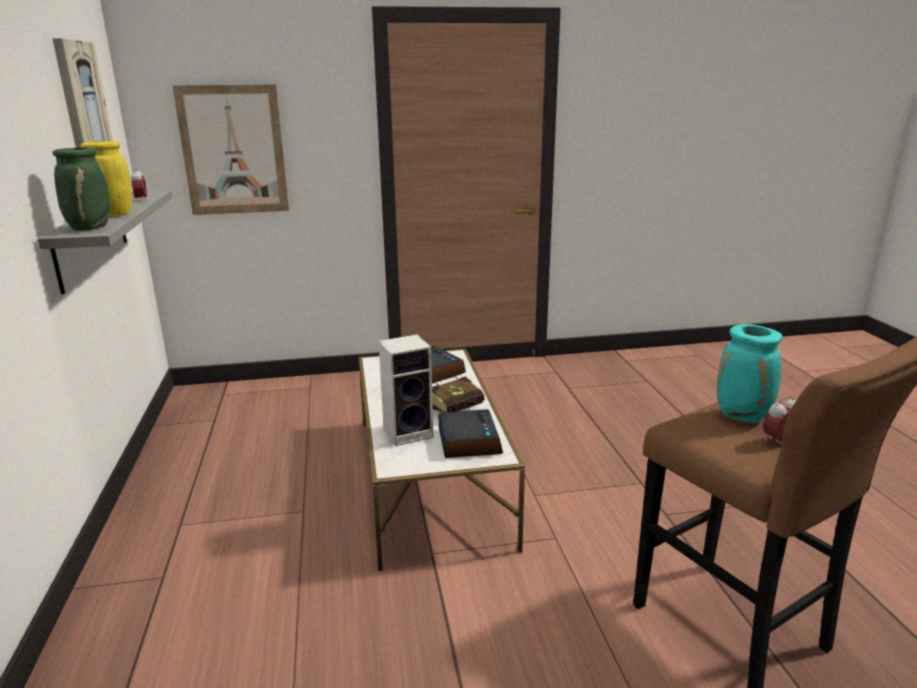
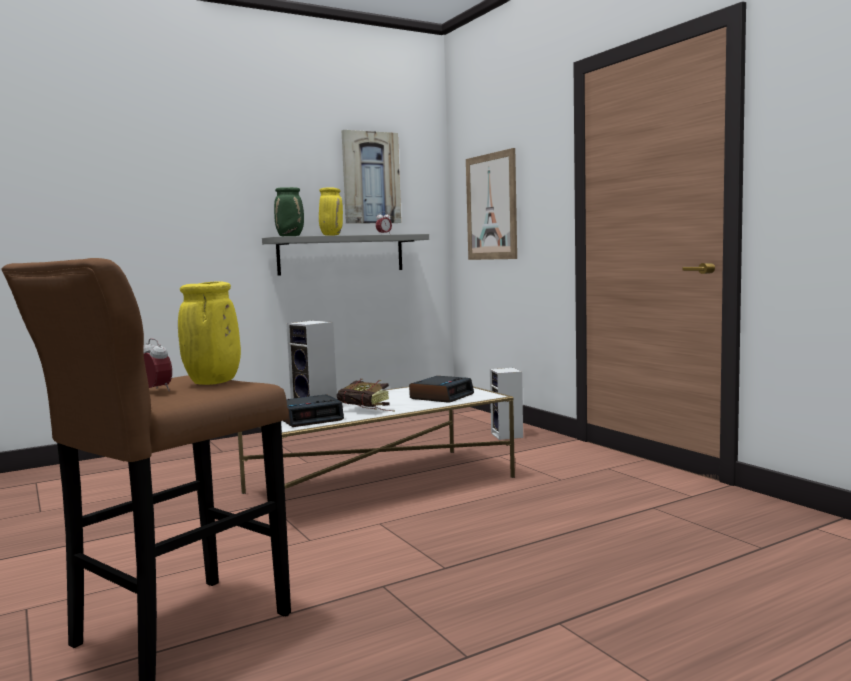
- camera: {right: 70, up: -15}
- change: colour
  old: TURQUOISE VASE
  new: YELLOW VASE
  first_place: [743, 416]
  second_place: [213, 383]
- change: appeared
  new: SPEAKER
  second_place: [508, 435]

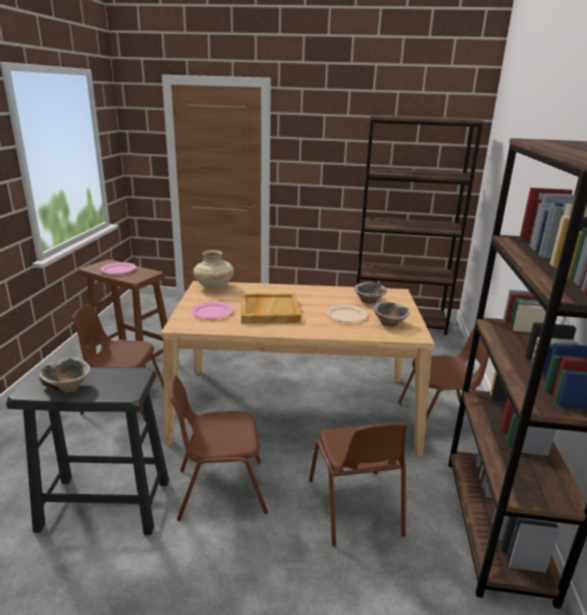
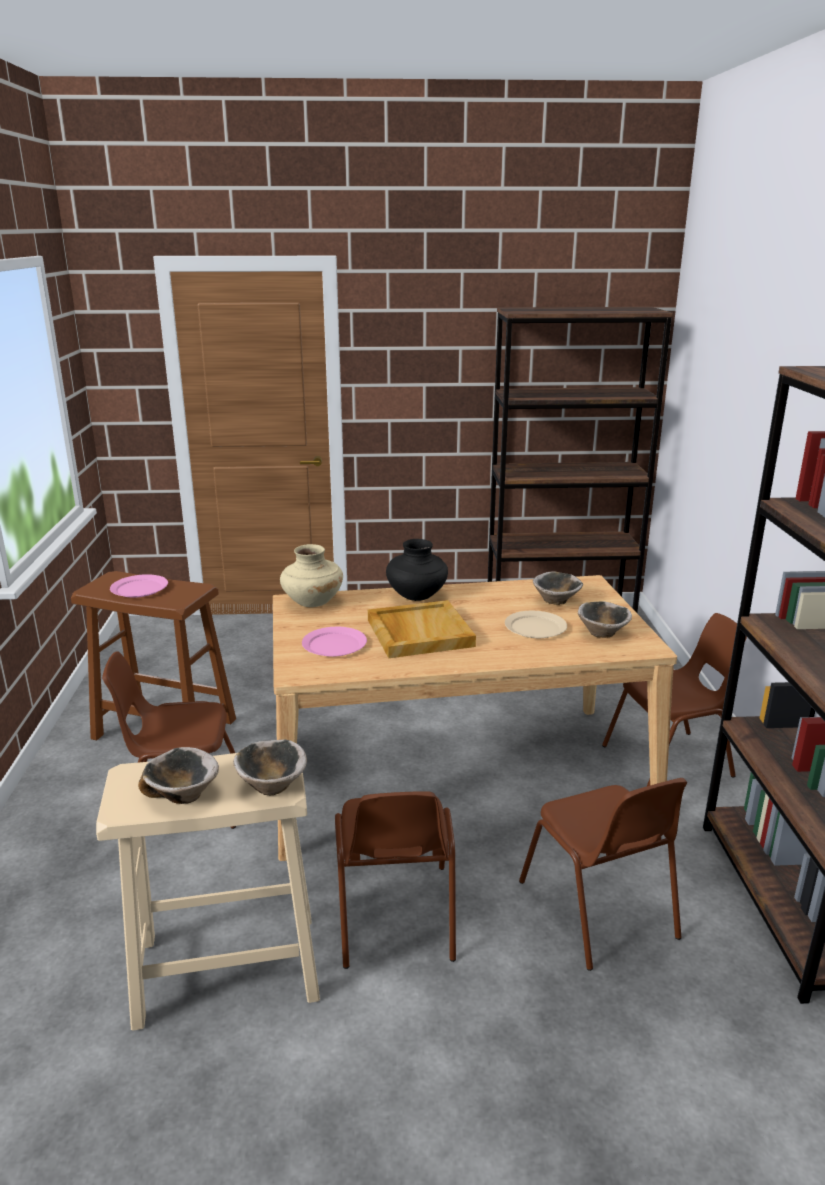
- camera: {right: -10, up: 0}
- change: colour
  old: BLACK STOOL
  new: BEIGE STOOL
  first_place: [106, 504]
  second_place: [229, 968]
- change: spun
  old: BROWN CHAIR
  first_place: [220, 489]
  second_place: [394, 916]
  degrees: -75
- change: appeared
  new: BLACK VASE
  second_place: [417, 596]
- change: appeared
  new: BOWL
  second_place: [272, 785]

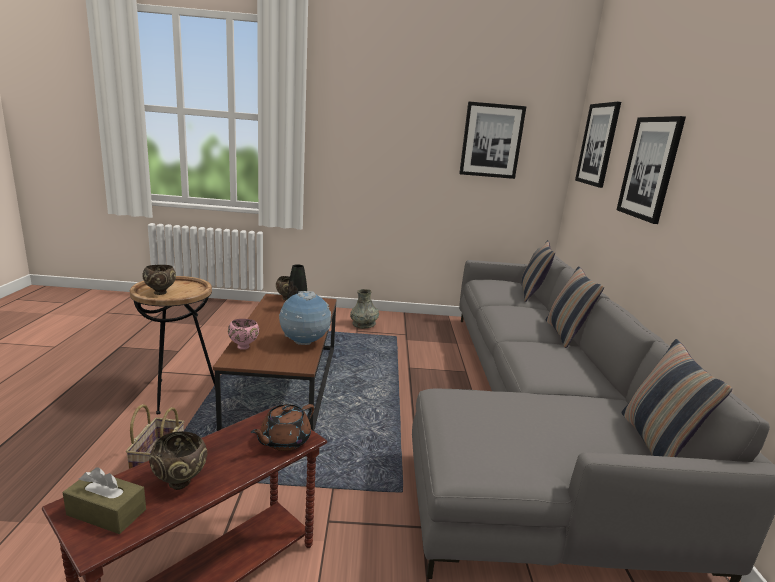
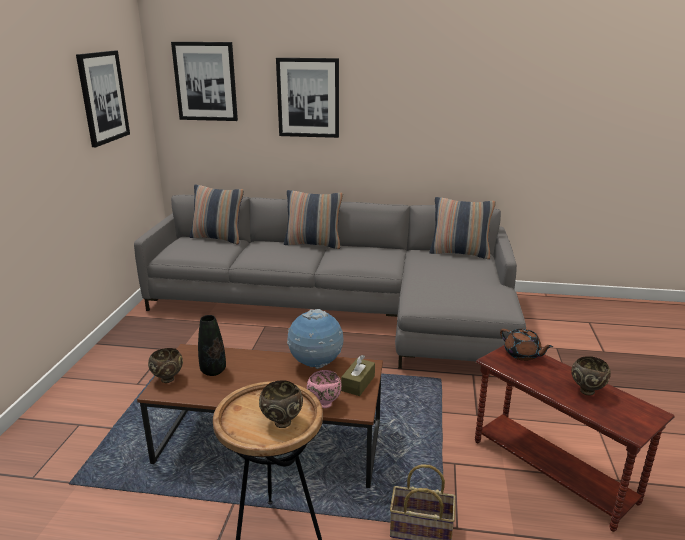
- camera: {right: -80, up: 5}
- change: missing
  old: GREY VASE
  first_place: [364, 324]
- change: relocated
  old: BROWN TISSUE BOX
  first_place: [106, 512]
  second_place: [358, 383]

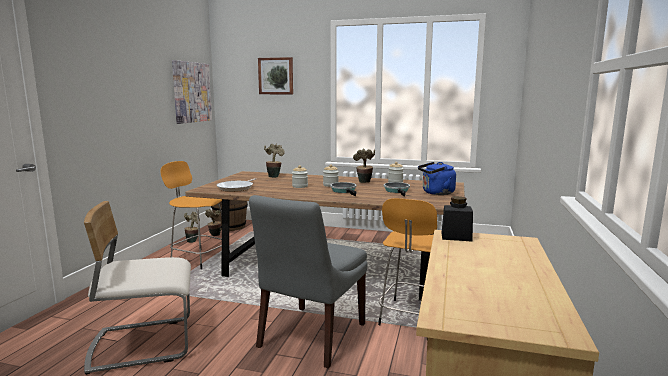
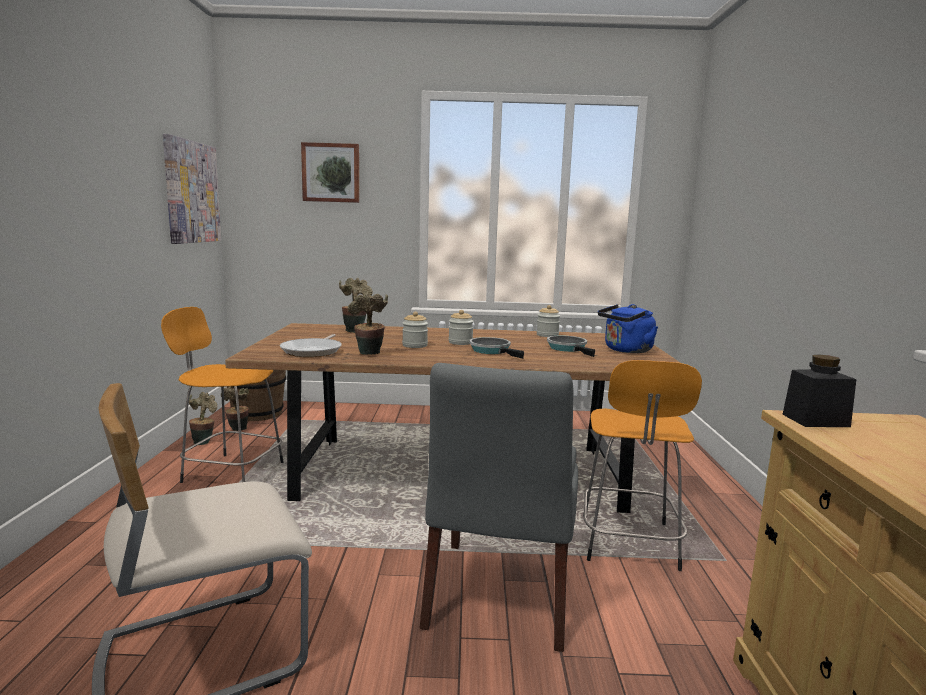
- camera: {right: -15, up: 0}
- change: relocated
  old: POTTED PLANT
  first_place: [364, 183]
  second_place: [369, 354]

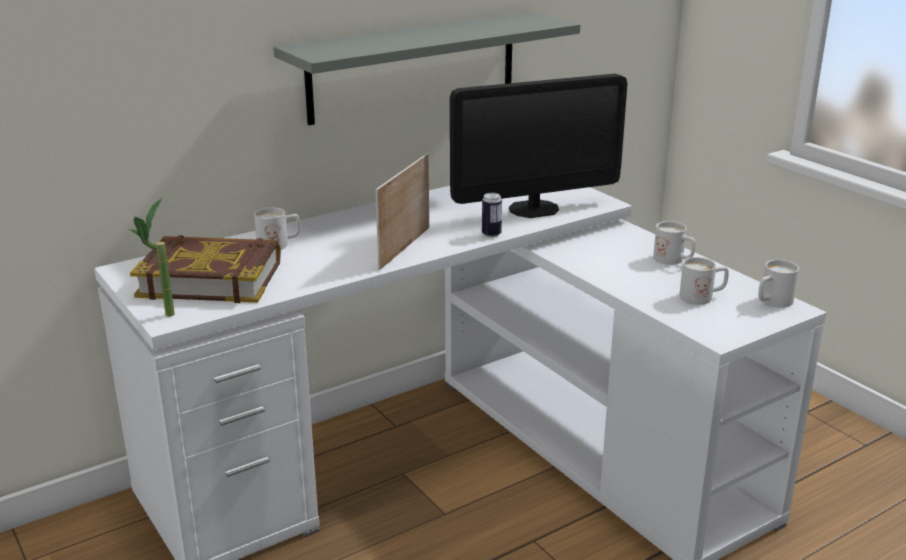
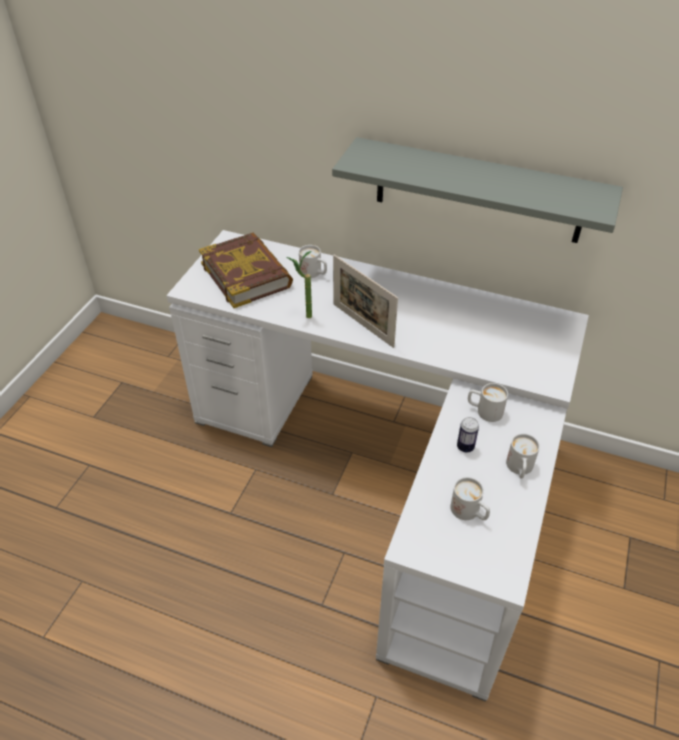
- camera: {right: 55, up: 20}
- change: missing
  old: MONITOR
  first_place: [533, 209]
- change: spun
  old: PICTURE FRAME
  first_place: [405, 248]
  second_place: [363, 325]
  degrees: -120
- change: relocated
  old: CAN
  first_place: [491, 234]
  second_place: [465, 447]
- change: relocated
  old: POTTED PLANT
  first_place: [162, 318]
  second_place: [302, 316]
- change: relocated
  old: WHITE MUG
  first_place: [771, 302]
  second_place: [484, 411]

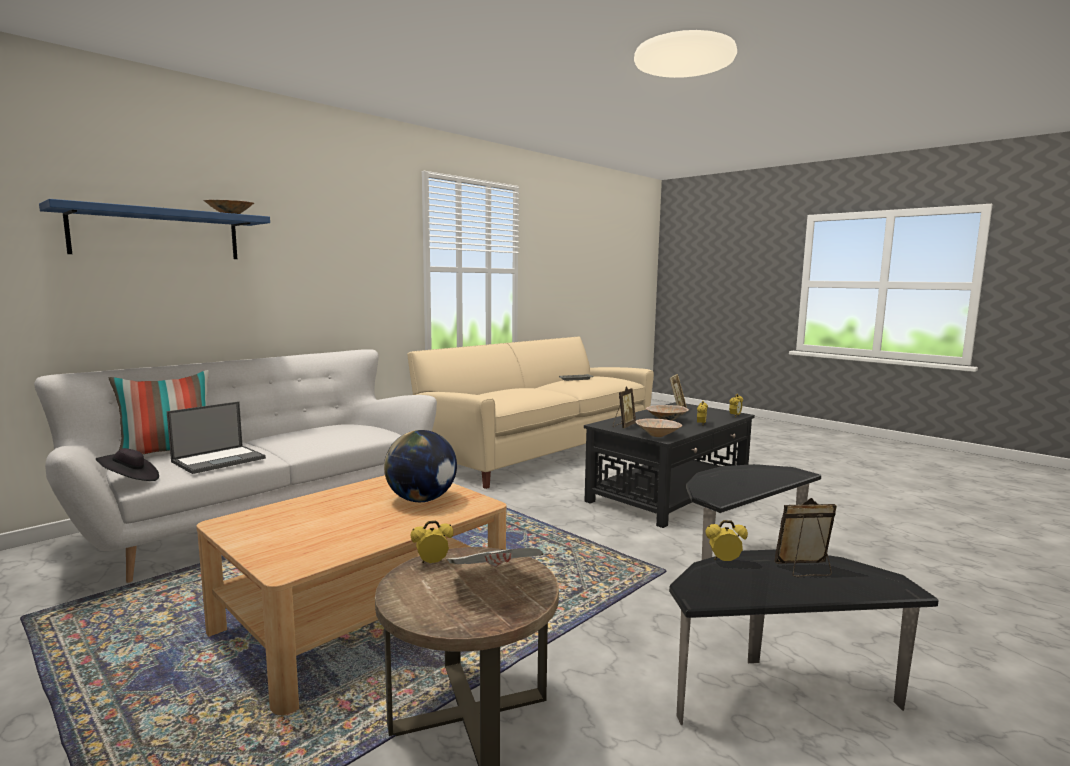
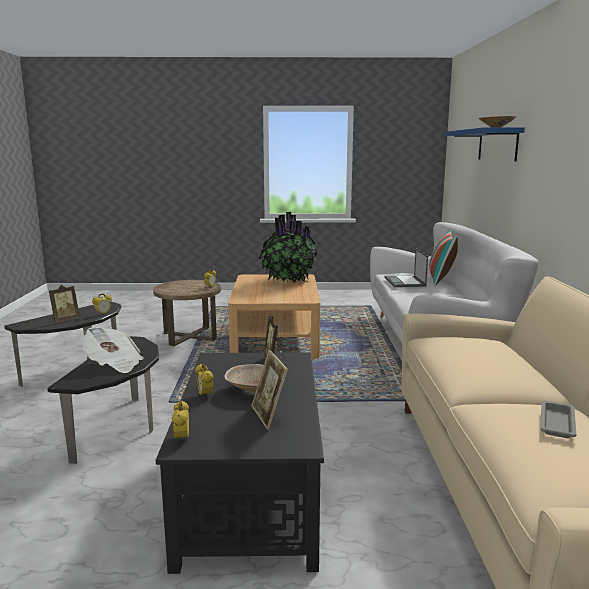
- camera: {right: 135, up: 5}
- change: missing
  old: BEIGE BOWL
  first_place: [658, 435]
- change: missing
  old: GLOBE
  first_place: [421, 500]
- change: missing
  old: BLACK HAT
  first_place: [130, 480]
- change: relocated
  old: NEWSPAPER
  first_place: [495, 582]
  second_place: [113, 364]
- change: appeared
  new: POTTED PLANT
  second_place: [287, 281]

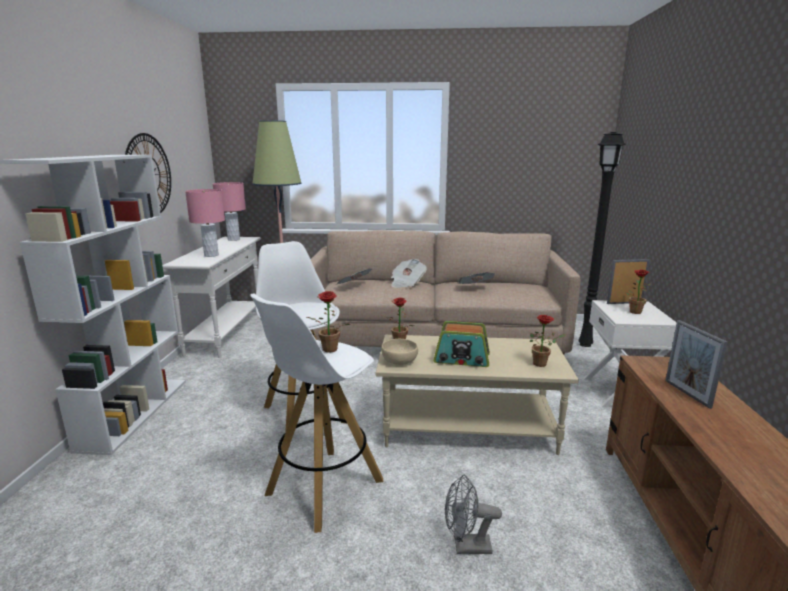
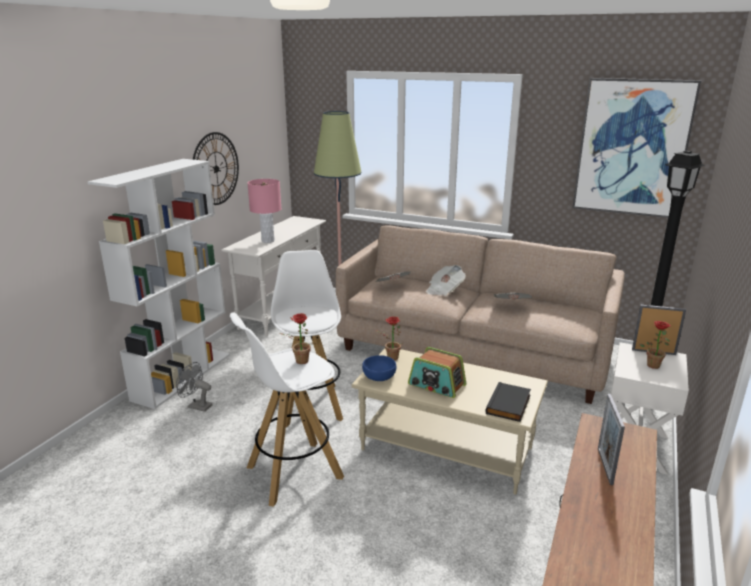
- camera: {right: 20, up: 5}
- change: missing
  old: PINK TABLE LAMP
  first_place: [234, 239]
- change: exchanged
  old: POTTED PLANT
  new: BLACK BOOK
  first_place: [542, 364]
  second_place: [509, 405]
- change: colour
  old: BEIGE BOWL
  new: BLUE BOWL
  first_place: [399, 361]
  second_place: [378, 376]
- change: relocated
  old: GREY FAN
  first_place: [466, 547]
  second_place: [196, 406]
- change: appeared
  new: PICTURE
  second_place: [632, 147]

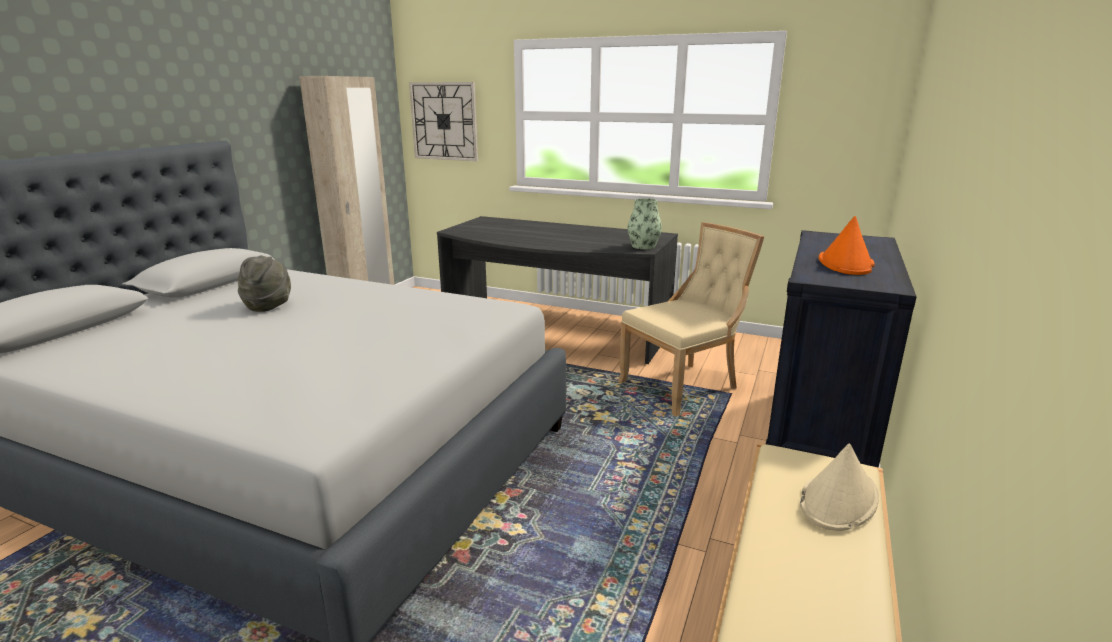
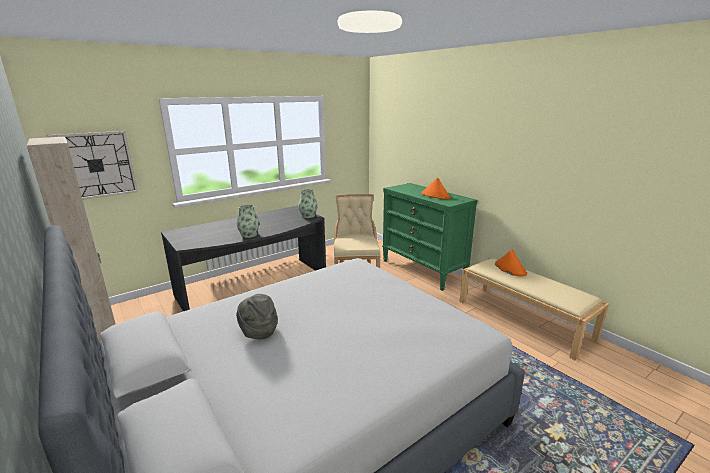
- camera: {right: -60, up: 0}
- change: colour
  old: BLACK DRESSER
  new: GREEN DRESSER
  first_place: [816, 443]
  second_place: [423, 270]
- change: colour
  old: BEIGE HAT
  new: ORANGE HAT
  first_place: [838, 499]
  second_place: [510, 269]
- change: appeared
  new: VASE
  second_place: [249, 235]

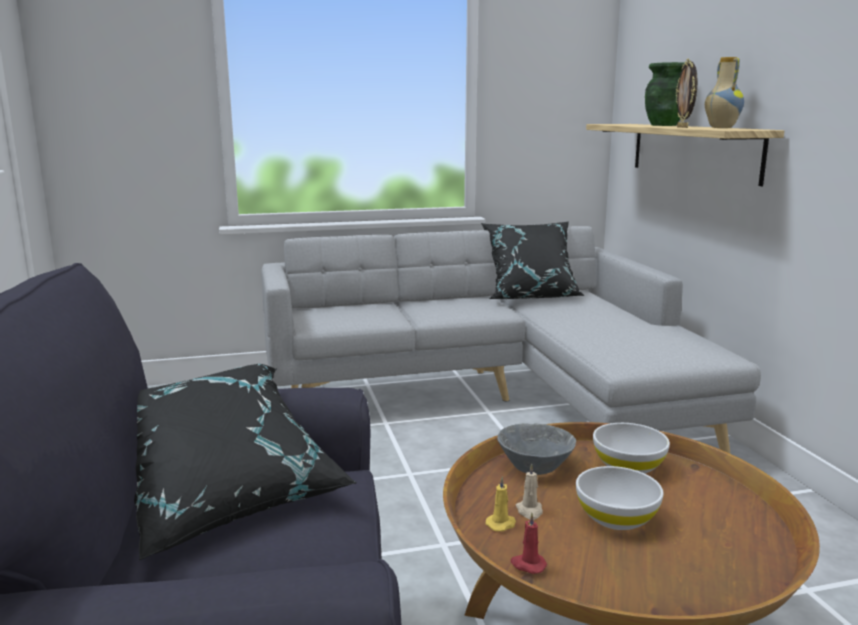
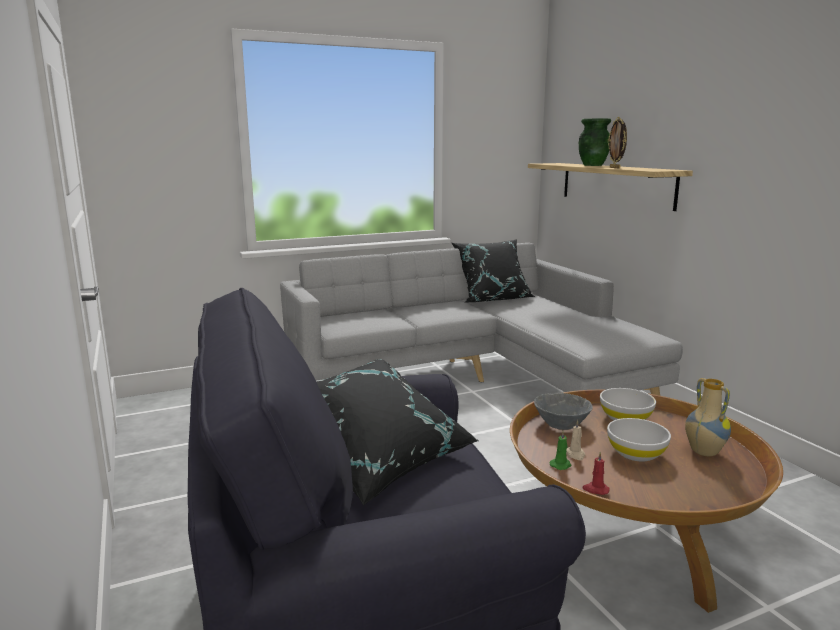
- camera: {right: -10, up: 0}
- change: relocated
  old: VASE
  first_place: [720, 128]
  second_place: [703, 452]
- change: colour
  old: YELLOW CANDLE
  new: GREEN CANDLE
  first_place: [501, 524]
  second_place: [561, 465]

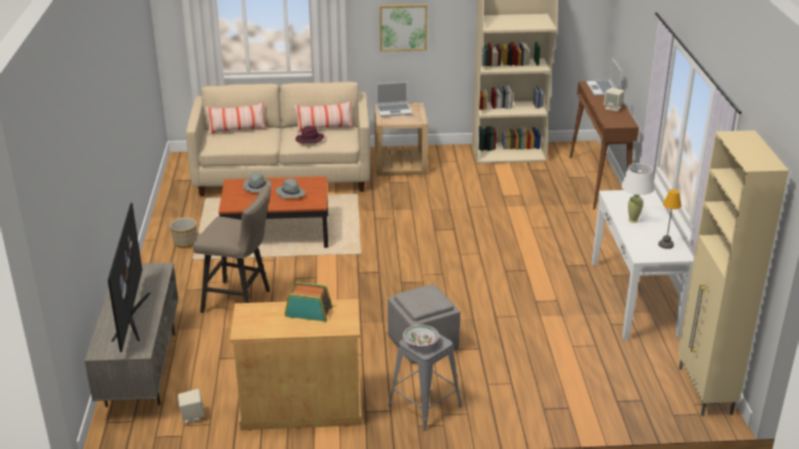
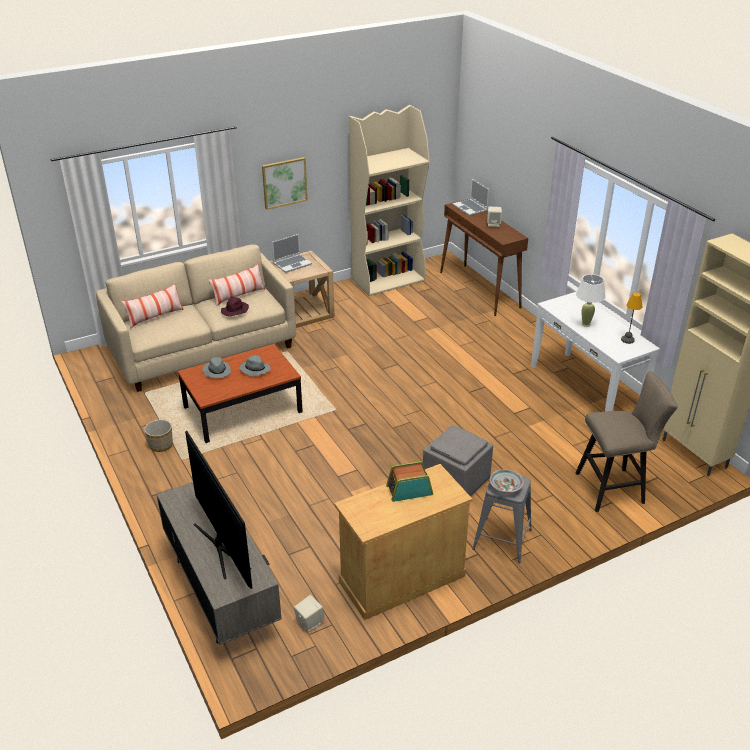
- camera: {right: -25, up: 5}
- change: relocated
  old: BEIGE STOOL
  first_place: [241, 301]
  second_place: [614, 488]

